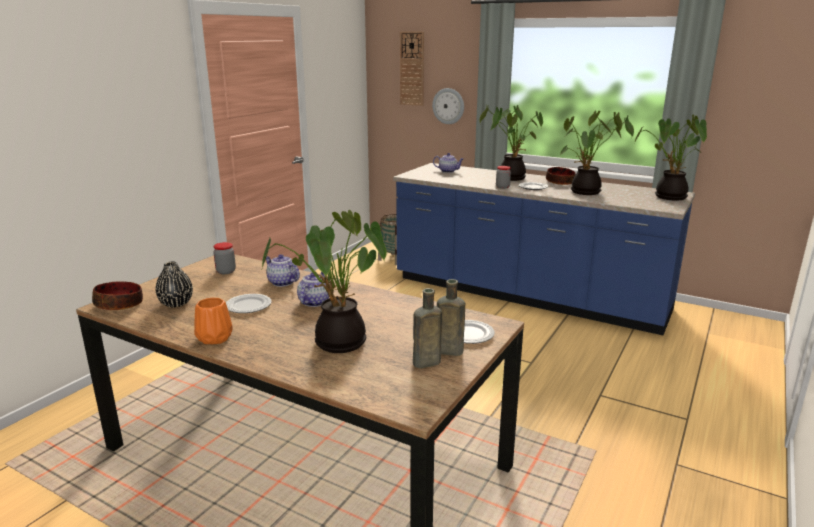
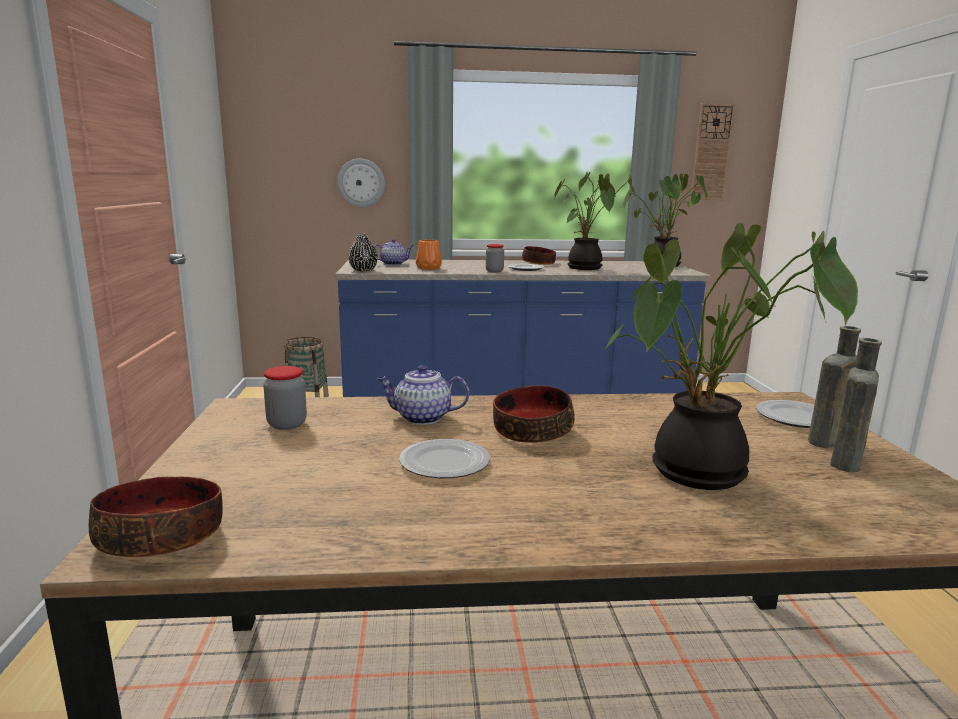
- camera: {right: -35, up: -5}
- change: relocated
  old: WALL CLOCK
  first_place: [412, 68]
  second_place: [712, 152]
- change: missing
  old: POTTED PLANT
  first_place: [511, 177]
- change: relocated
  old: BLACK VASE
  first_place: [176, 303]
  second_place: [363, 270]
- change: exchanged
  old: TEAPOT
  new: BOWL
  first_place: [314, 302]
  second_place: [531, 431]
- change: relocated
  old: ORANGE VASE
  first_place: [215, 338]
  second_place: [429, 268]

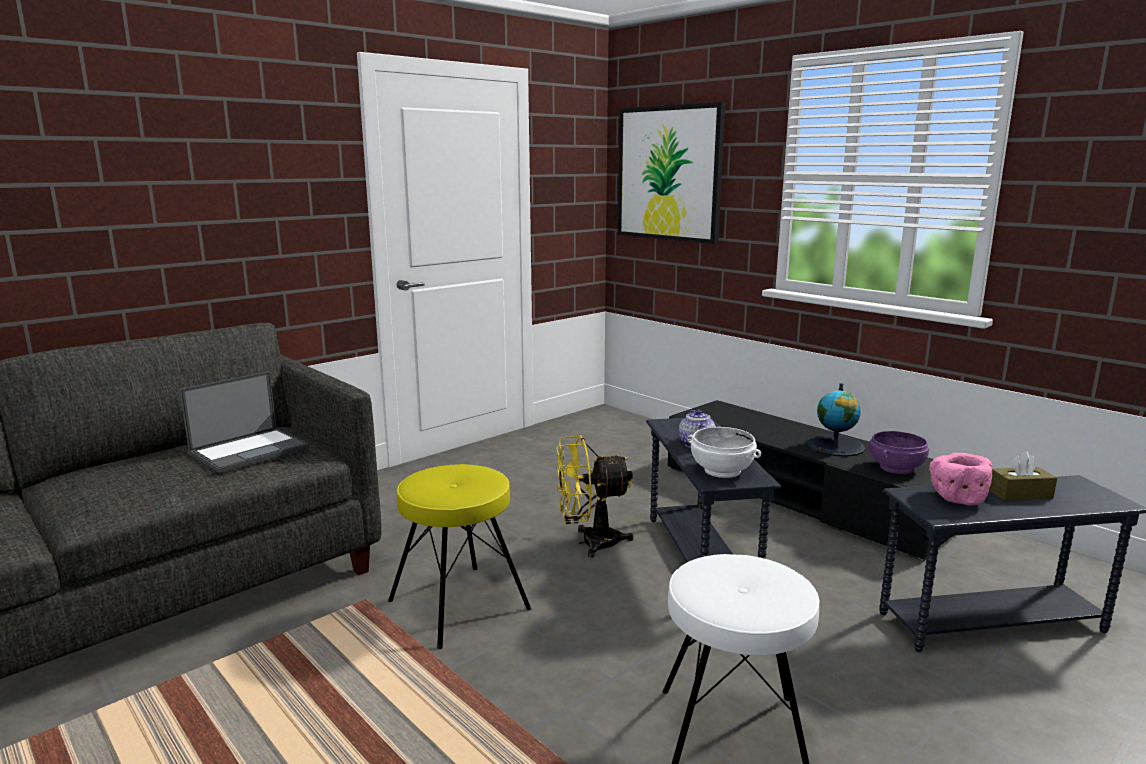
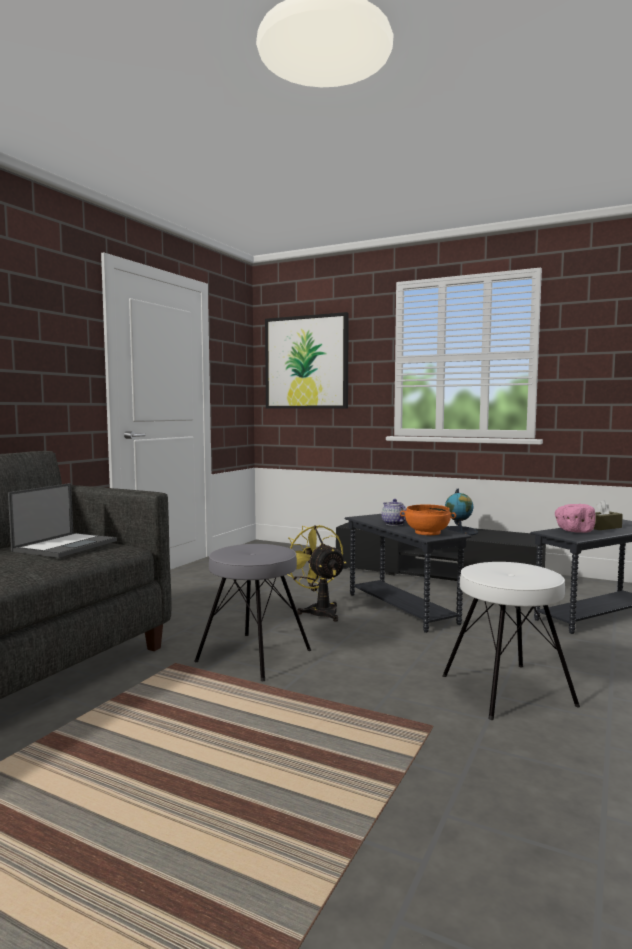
- camera: {right: -20, up: -10}
- change: colour
  old: WHITE BOWL
  new: ORANGE BOWL
  first_place: [722, 470]
  second_place: [427, 532]
- change: missing
  old: PURPLE BOWL
  first_place: [896, 468]
- change: spun
  old: YELLOW FAN
  first_place: [590, 543]
  second_place: [319, 611]
  degrees: 90
- change: colour
  old: YELLOW STOOL
  new: GREY STOOL
  first_place: [460, 604]
  second_place: [255, 655]

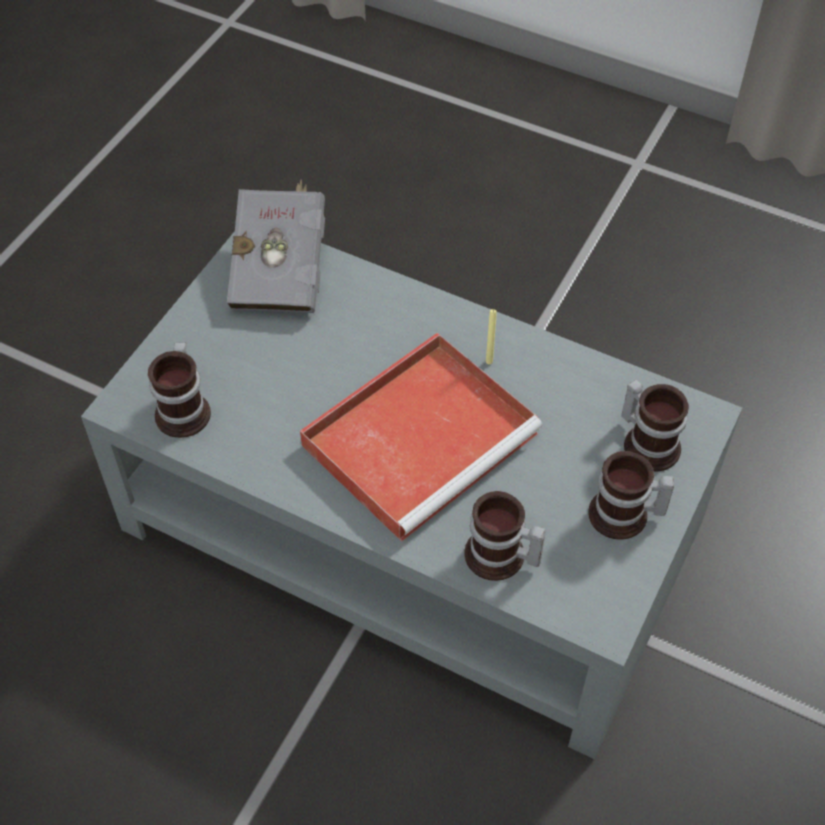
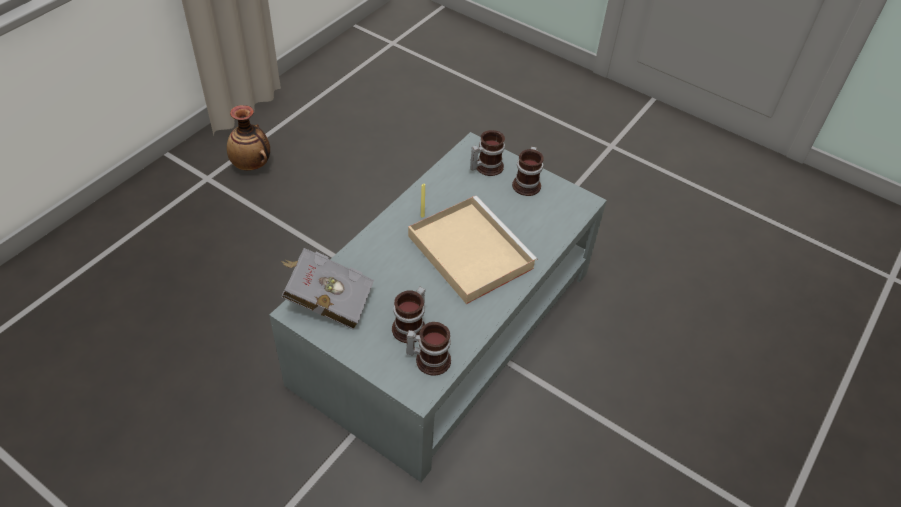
- camera: {right: -85, up: -5}
- change: colour
  old: RED TRAY
  new: BEIGE TRAY
  first_place: [422, 436]
  second_place: [468, 250]
- change: relocated
  old: MUG
  first_place: [499, 559]
  second_place: [412, 327]
- change: appeared
  new: VASE
  second_place: [252, 165]

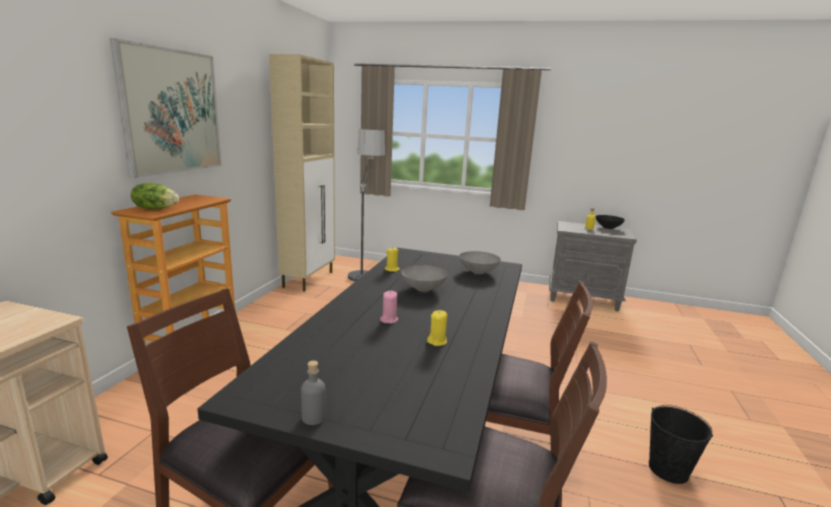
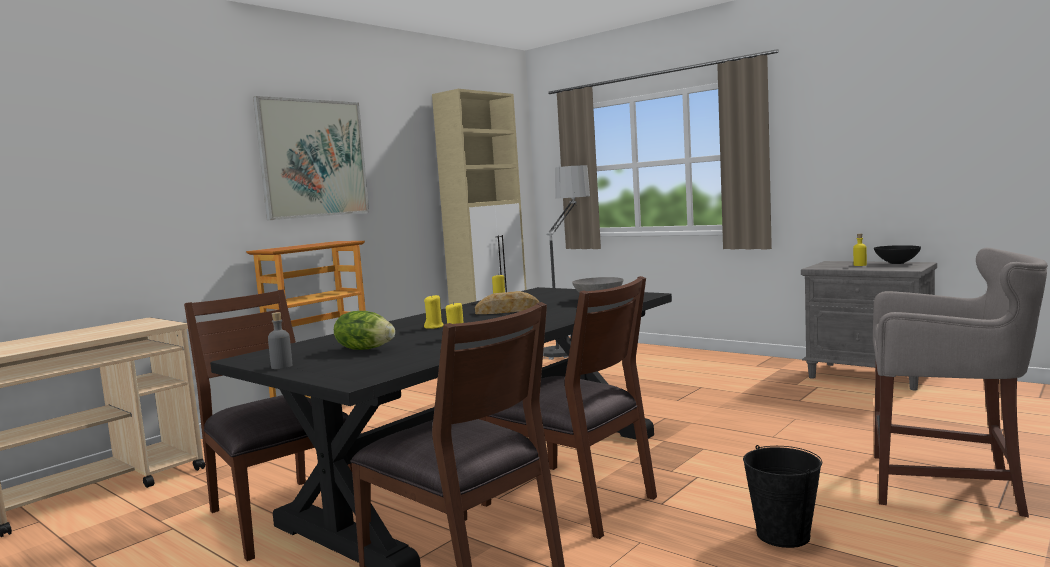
- camera: {right: 25, up: -10}
- change: relocated
  old: LETTUCE
  first_place: [155, 209]
  second_place: [365, 349]
- change: exchanged
  old: GREY BOWL
  new: BREAD
  first_place: [422, 289]
  second_place: [507, 310]
- change: colour
  old: PINK CANDLE
  new: YELLOW CANDLE
  first_place: [388, 319]
  second_place: [434, 327]
- change: appeared
  new: GREY STOOL
  second_place: [949, 485]

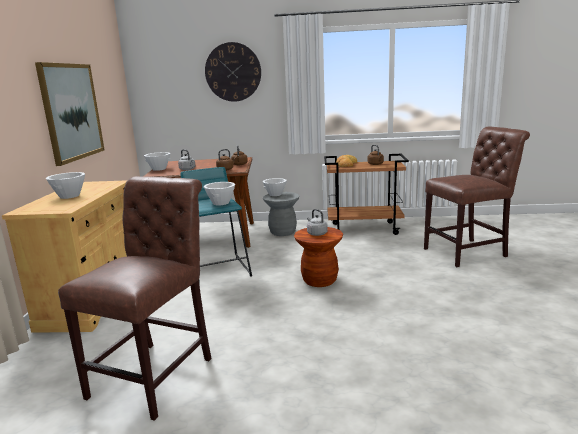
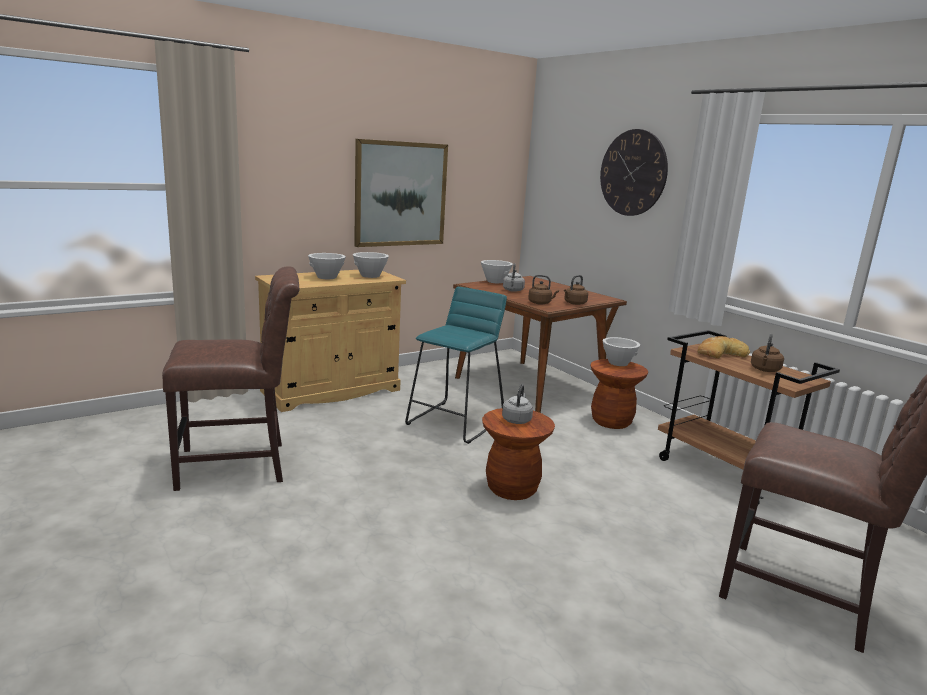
- camera: {right: 50, up: 0}
- change: relocated
  old: WHITE BOWL
  first_place: [220, 203]
  second_place: [370, 276]
- change: colour
  old: GREY STOOL
  new: BROWN STOOL
  first_place: [282, 232]
  second_place: [611, 421]

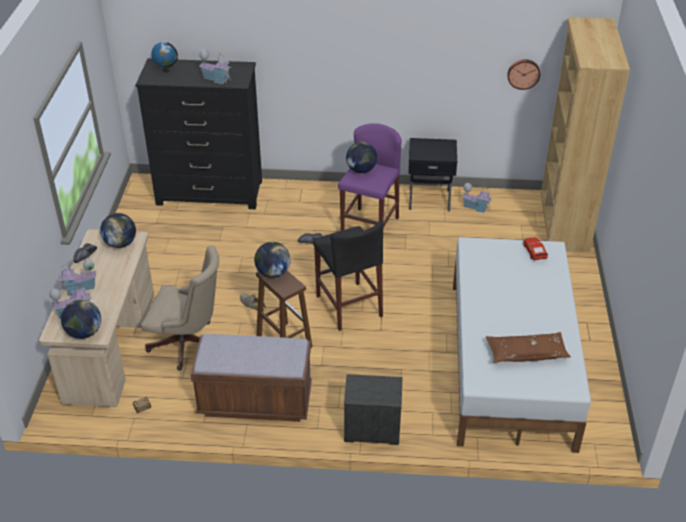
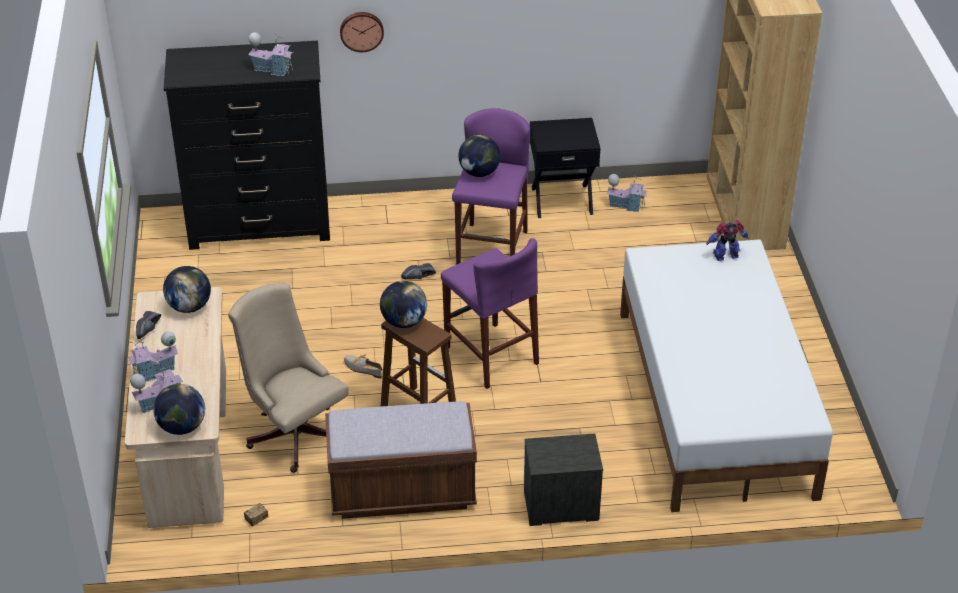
- camera: {right: -10, up: 0}
- change: missing
  old: GLOBE
  first_place: [166, 70]
- change: relocated
  old: WALL CLOCK
  first_place: [523, 73]
  second_place: [361, 30]
- change: colour
  old: BLACK STOOL
  new: PURPLE STOOL
  first_place: [348, 306]
  second_place: [491, 355]
- change: exchanged
  old: RED TOY CAR
  new: TOY ROBOT
  first_place: [534, 252]
  second_place: [726, 256]
- change: spun
  old: BEIGE OFFICE CHAIR
  first_place: [189, 345]
  second_place: [293, 432]
  degrees: -135
- change: missing
  old: BROWN PILLOW
  first_place: [526, 353]

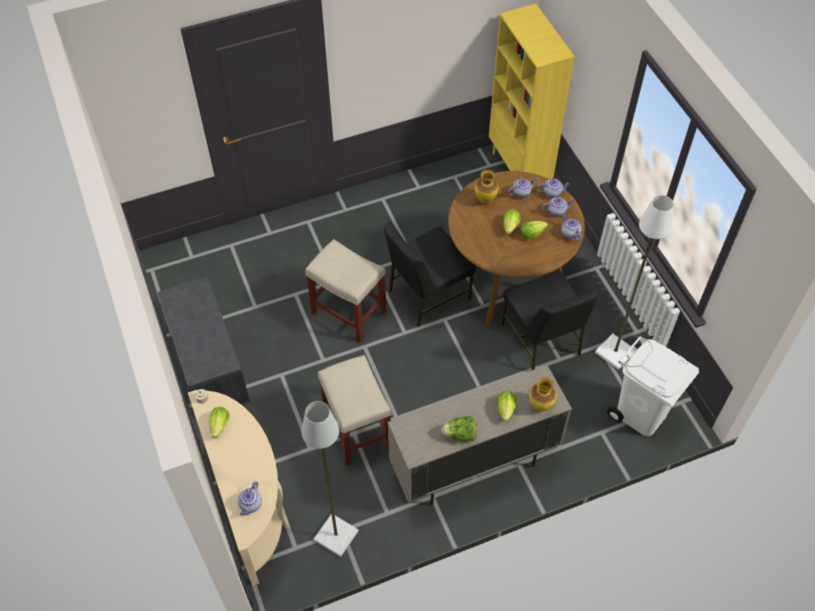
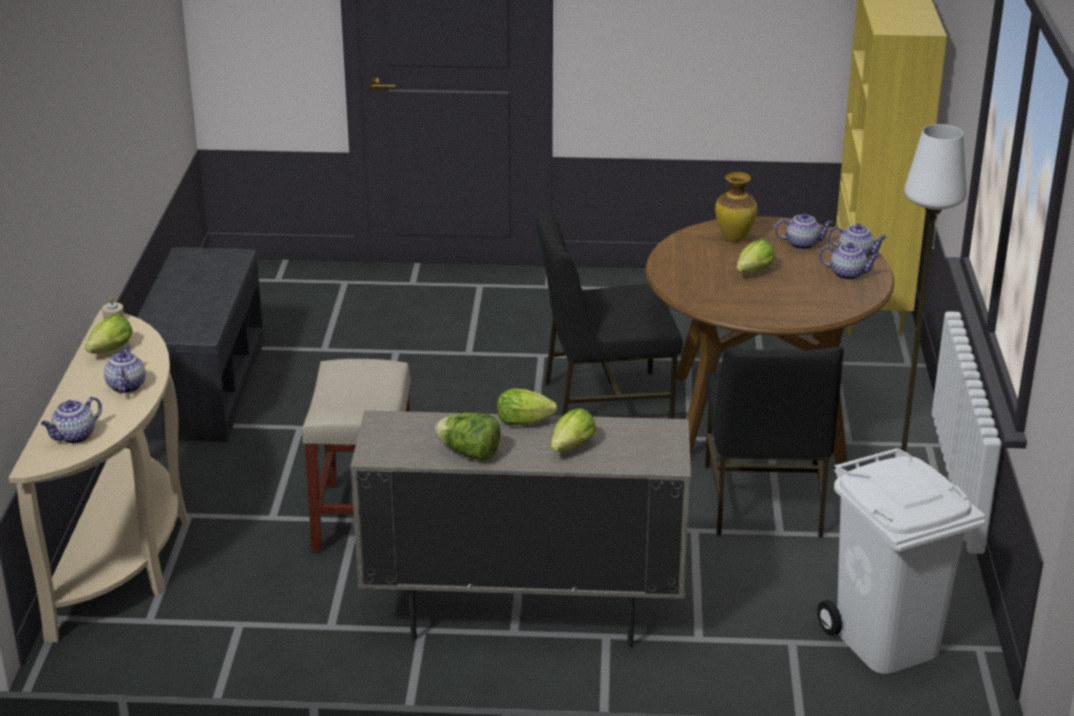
- camera: {right: 25, up: -25}
- change: relocated
  old: TEAPOT
  first_place: [569, 233]
  second_place: [126, 386]
- change: relocated
  old: LETTUCE
  first_place: [533, 233]
  second_place: [527, 422]
- change: missing
  old: BEIGE STOOL
  first_place: [348, 312]
- change: missing
  old: VASE
  first_place: [540, 407]
- change: missing
  old: GREY FLOOR LAMP
  first_place: [335, 536]

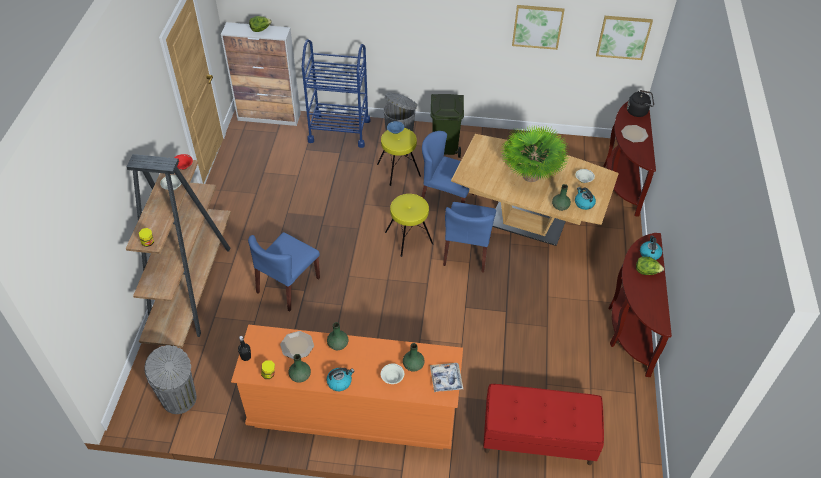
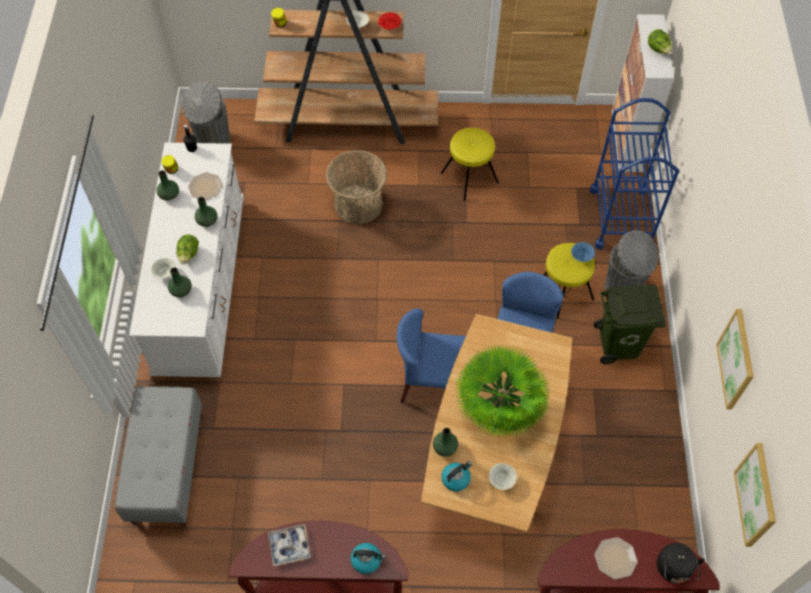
- camera: {right: 85, up: 10}
- change: relocated
  old: YELLOW STOOL
  first_place: [409, 237]
  second_place: [470, 178]
- change: exchanged
  old: BLUE CHAIR
  new: BASKET
  first_place: [288, 285]
  second_place: [358, 204]
- change: relocated
  old: LETTUCE
  first_place: [646, 271]
  second_place: [189, 254]
- change: colour
  old: ORANGE DRESSER
  new: WHITE DRESSER
  first_place: [353, 411]
  second_place: [201, 285]
- change: relocated
  old: TRAY
  first_place: [446, 379]
  second_place: [289, 546]
- change: missing
  old: KETTLE
  first_place: [340, 382]
- change: colour
  old: RED BENCH
  new: GREY BENCH
  first_place: [538, 438]
  second_place: [167, 467]

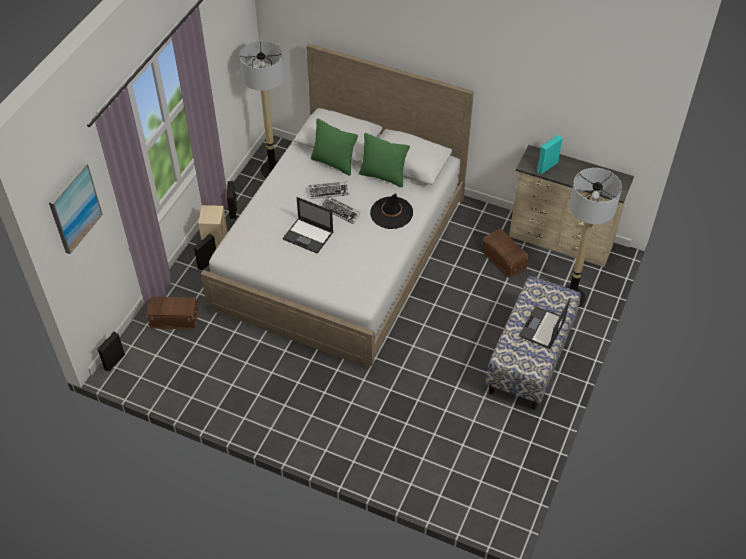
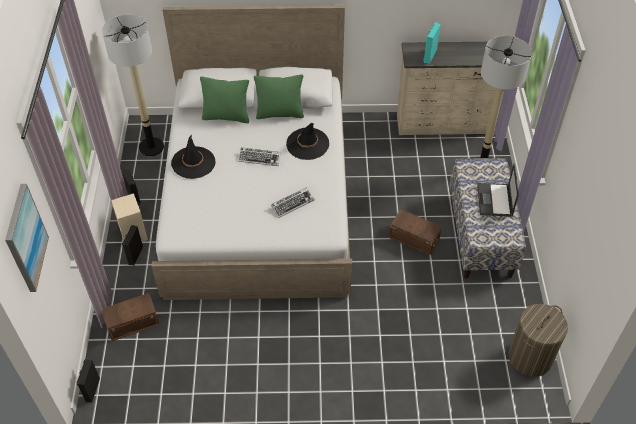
- camera: {right: -25, up: 0}
- change: relocated
  old: KEYBOARD
  first_place: [329, 192]
  second_place: [292, 204]
- change: missing
  old: LAPTOP
  first_place: [308, 236]
- change: relocated
  old: BROWN STORAGE BOX
  first_place: [503, 261]
  second_place: [414, 240]
- change: appeared
  new: BLACK HAT
  second_place: [193, 162]
- change: appeared
  new: LAUNDRY BASKET
  second_place: [530, 357]

